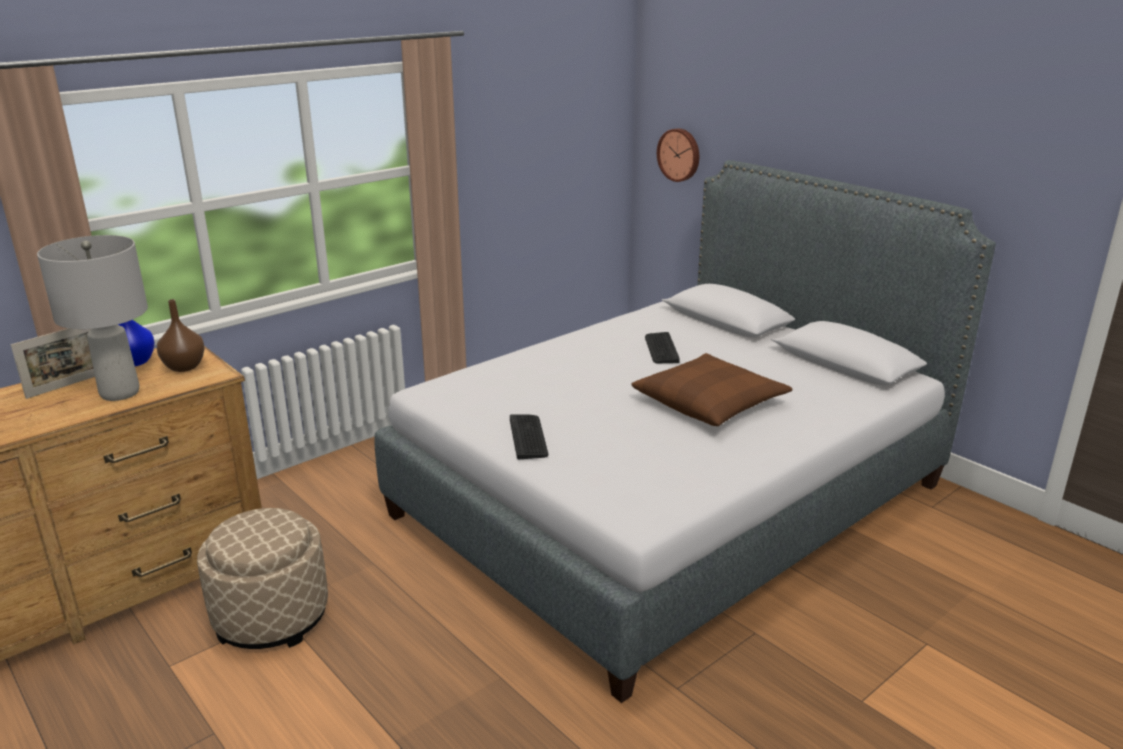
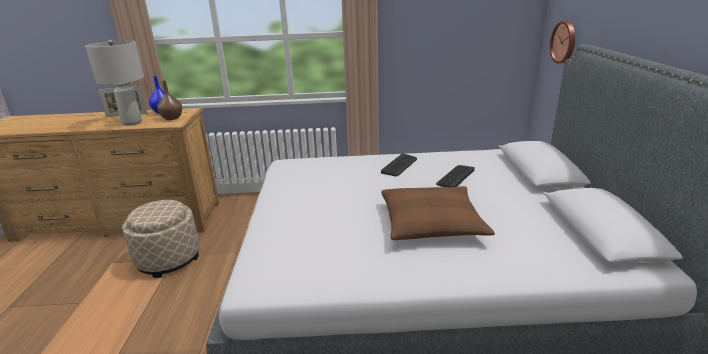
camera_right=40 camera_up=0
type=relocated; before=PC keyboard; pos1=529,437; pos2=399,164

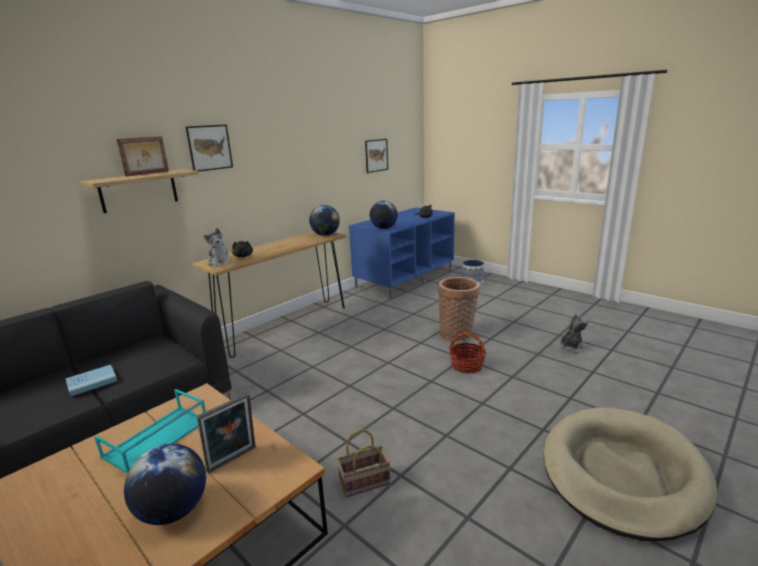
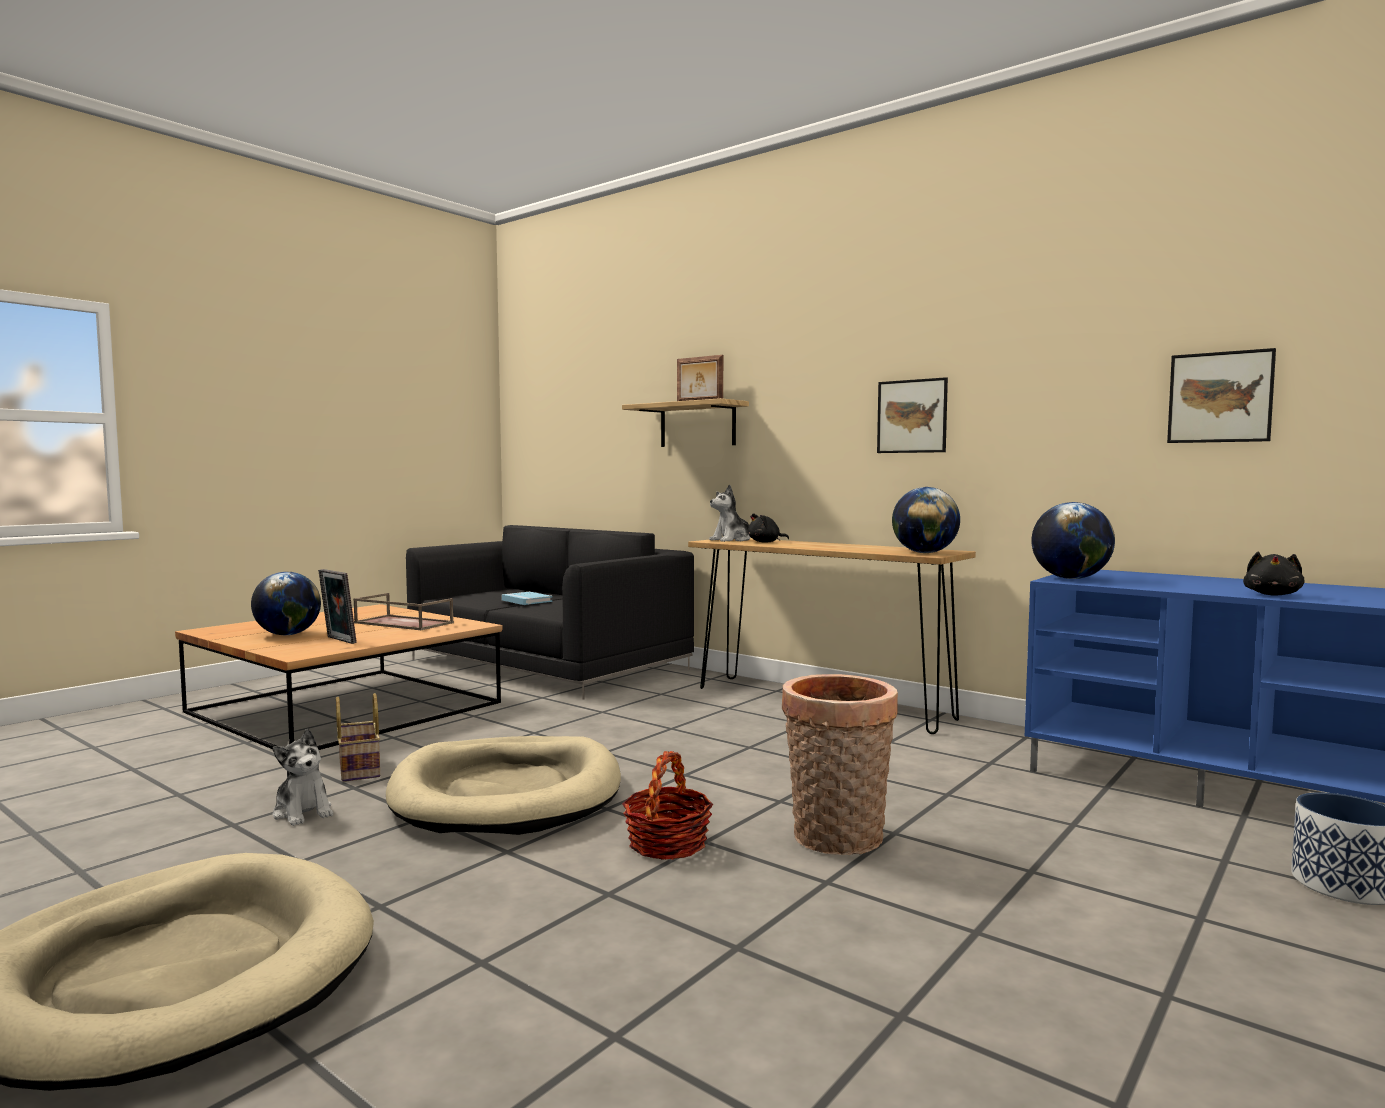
camera_right=85 camera_up=-15
type=relocated; before=wall art; pos1=209,148; pos2=912,415
type=relocated; before=soft toy; pos1=573,333; pos2=303,777
type=colour; before=turquoise serving tray; after=brownish serving tray; pos1=150,431; pos2=403,611
type=appeared; after=beige-coloured dog bed; pos2=503,785

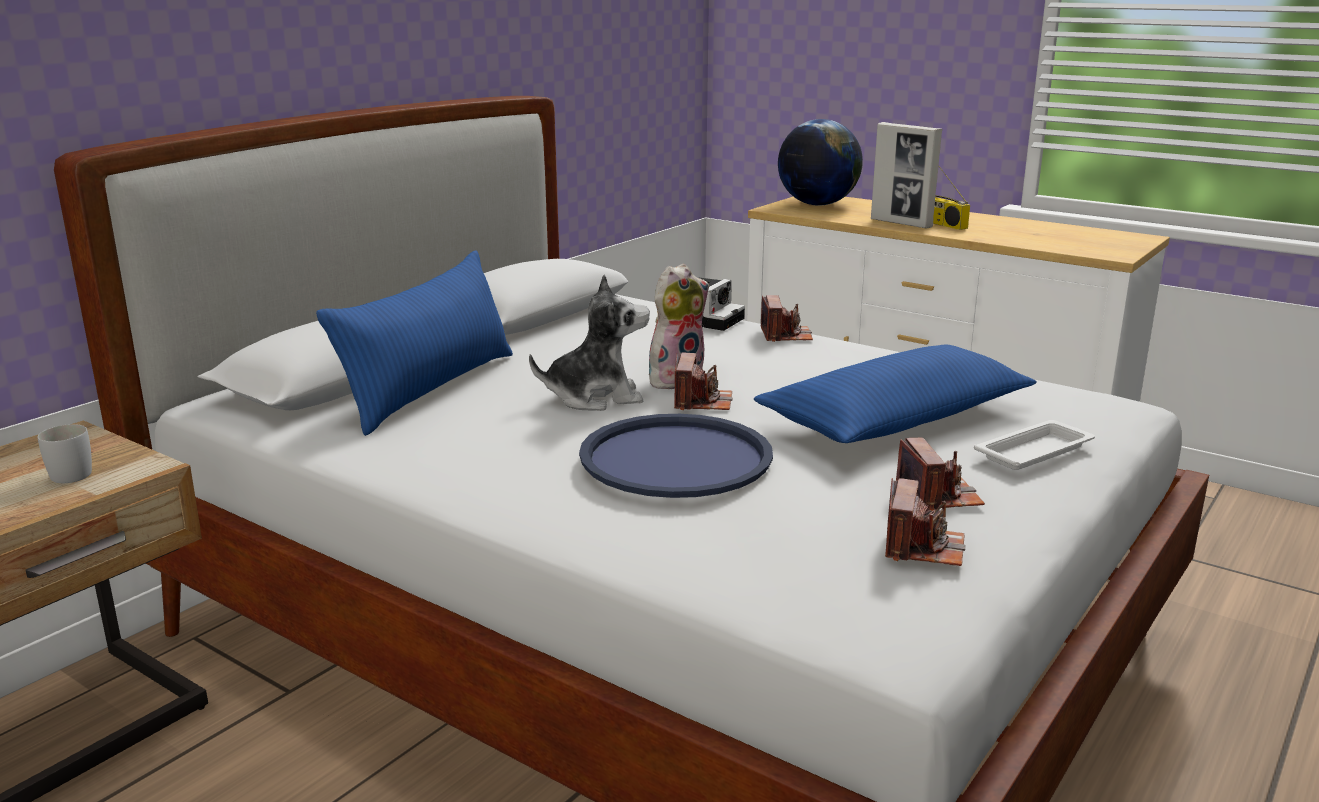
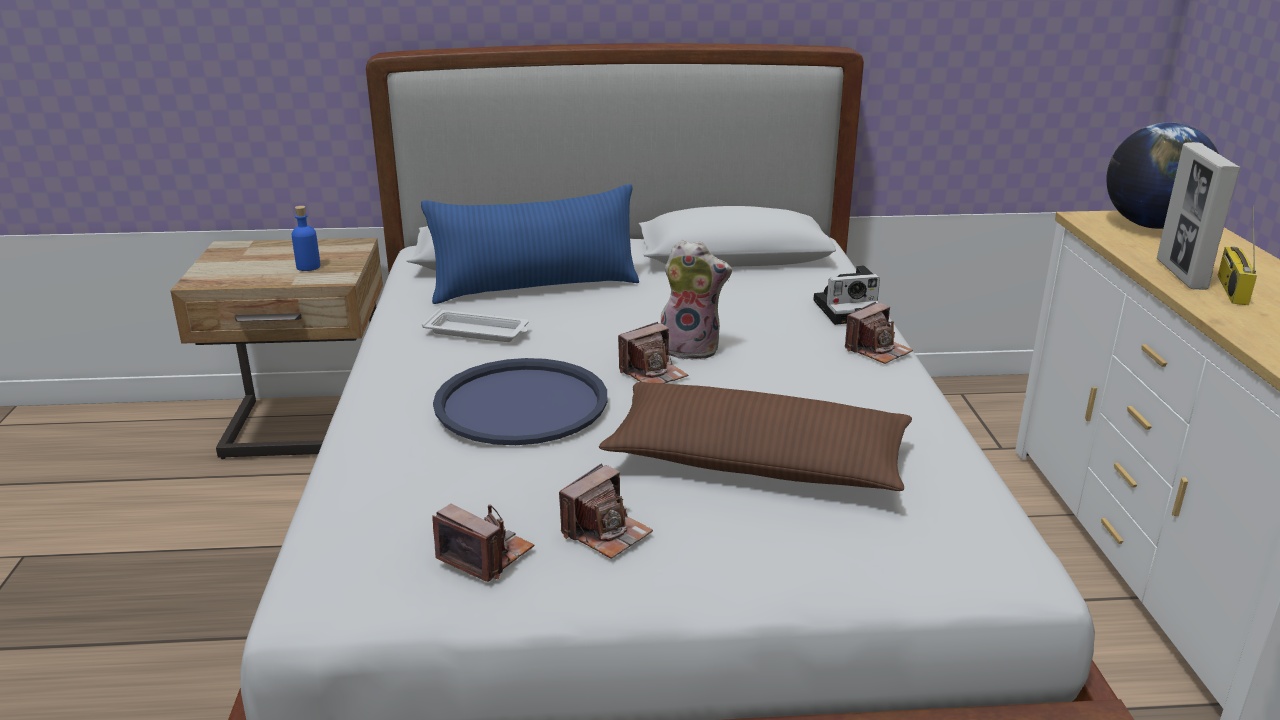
camera_right=50 camera_up=5
type=missing; before=soft toy; pos1=589,342
type=colour; before=bluish cushion; after=brownish cushion; pos1=895,394; pos2=755,436
type=relocated; before=whitish serving tray; pos1=1034,445; pos2=475,325
type=exchanged; before=whitish mug; after=bluish bottle; pos1=65,453; pos2=306,238
type=spun; before=still camera; pos1=925,522; pos2=483,543; turn=-120

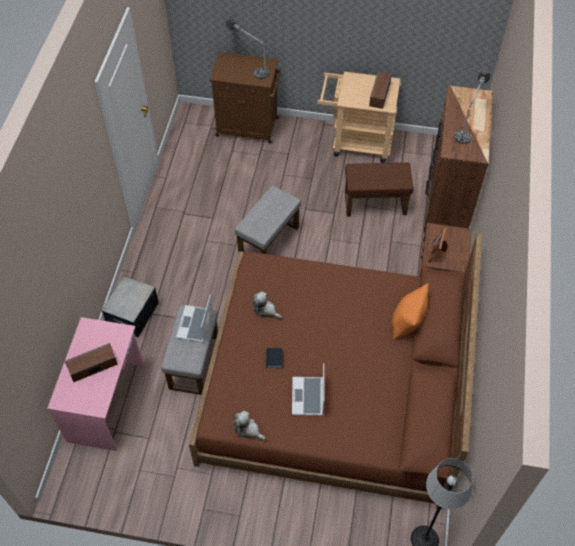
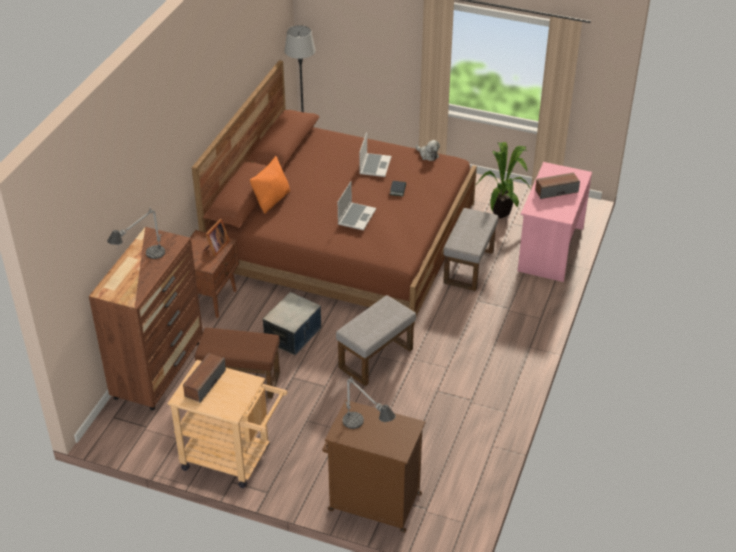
camera_right=-170 camera_up=-15
type=relocated; before=storage box; pos1=130,306; pos2=291,323
type=missing; before=soft toy; pos1=267,305
type=relocated; before=portable computer; pos1=194,318; pos2=357,205
type=appeared; after=potted plant; pos2=503,180

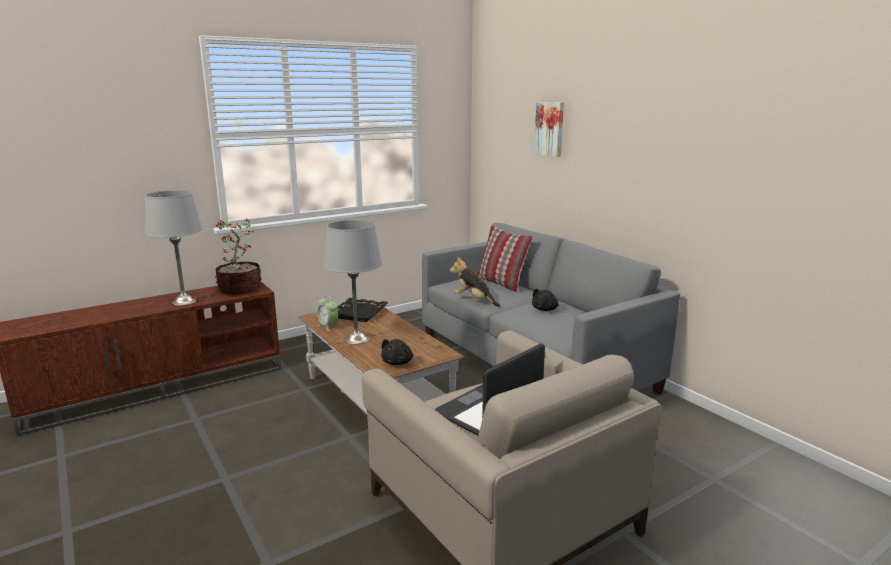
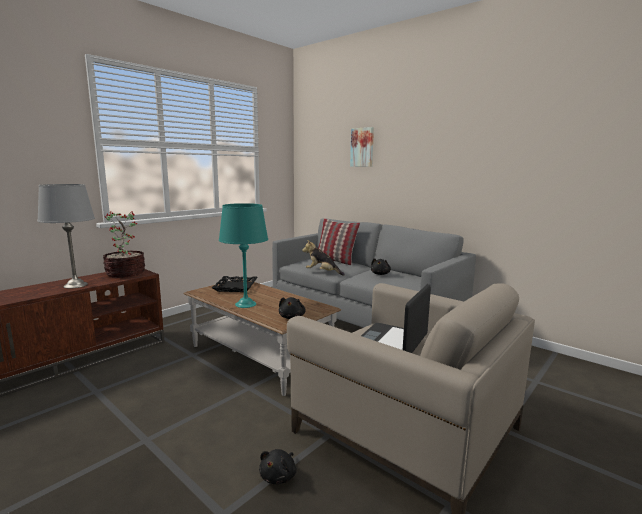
camera_right=-15 camera_up=-5
type=colour; before=greyish tabletop lamp; after=turquoise tabletop lamp; pos1=352,282; pos2=243,255
type=missing; before=table clock; pos1=327,313
type=appeared; after=black soft toy; pos2=278,466

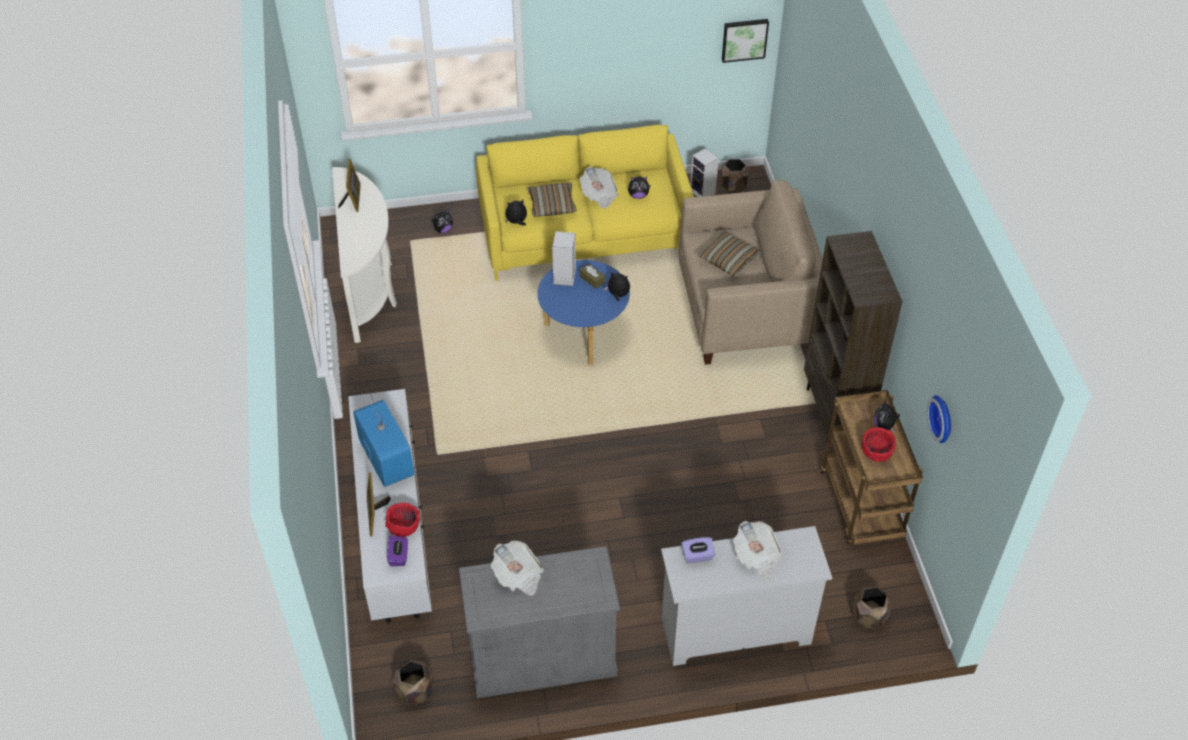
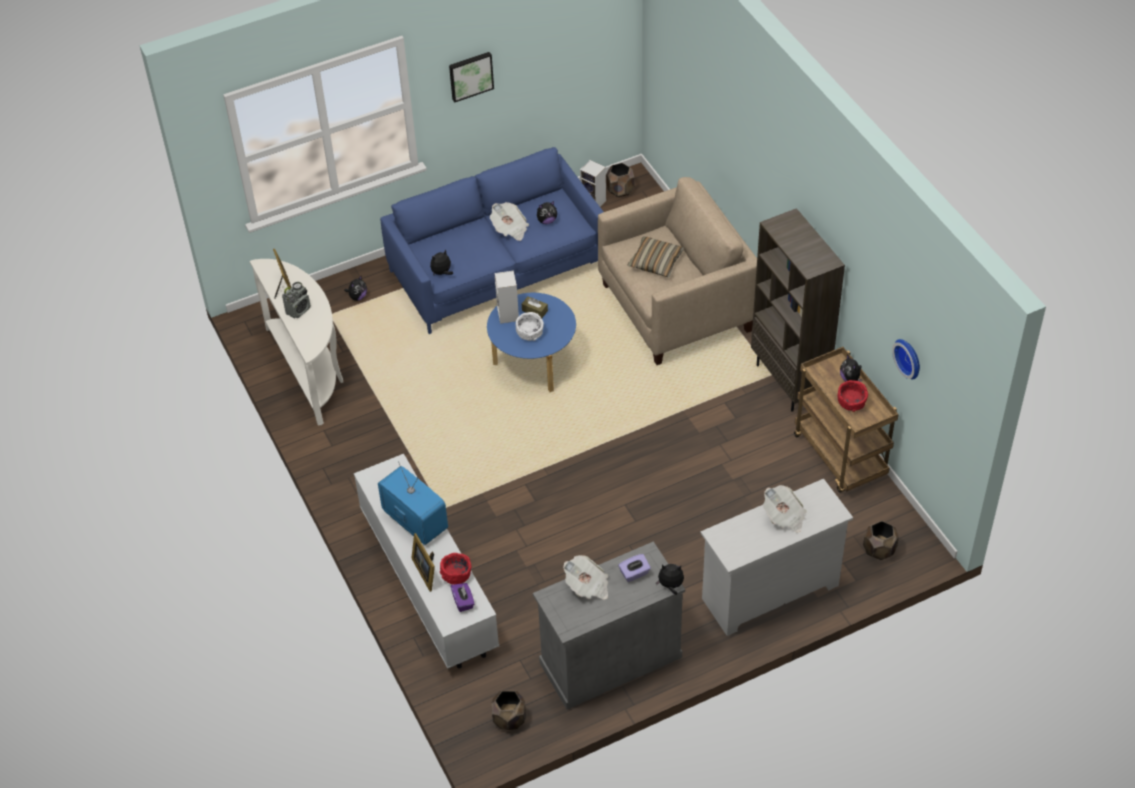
camera_right=-15 camera_up=0
type=relocated; before=wall art; pos1=745,41; pos2=471,77
type=colour; before=yellowish couch; after=bluish couch; pos1=585,203; pos2=492,240
type=missing; before=cushion; pos1=552,200
type=relocated; before=soft toy; pos1=617,286; pos2=670,579
type=relocated; before=purple box of tissues; pos1=698,550; pos2=634,568
type=appeared; after=radio set; pos2=296,300
type=appeared; after=whitish serving bowl; pos2=530,326

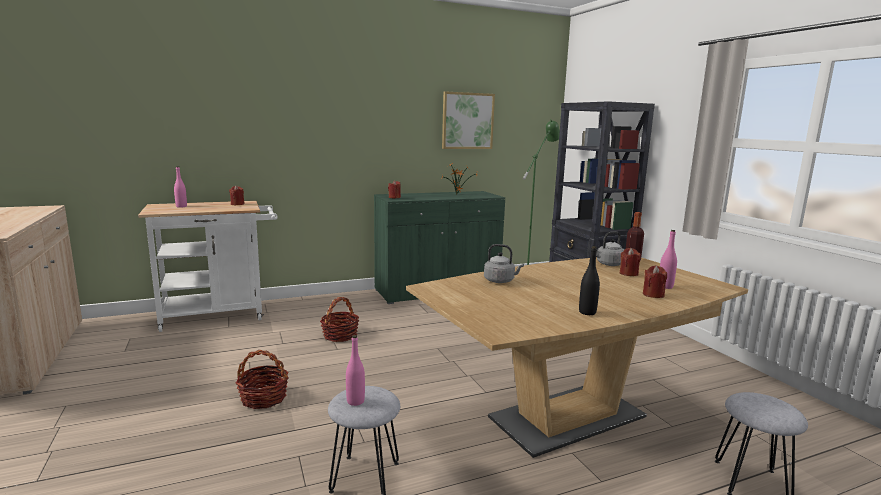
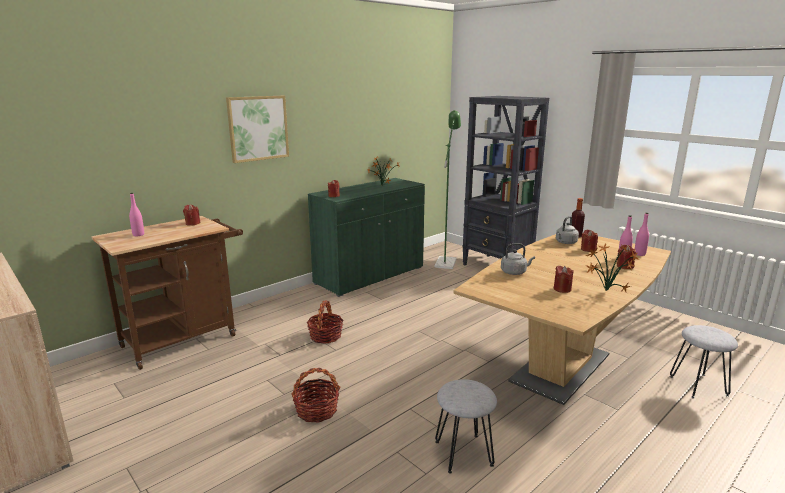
camera_right=-20 camera_up=5
type=relocated; before=wall art; pos1=468,120; pos2=257,129
type=colour; before=whitish cart; after=brownish cart; pos1=207,266; pos2=167,293
type=exchanged; before=black bottle; after=potted plant; pos1=589,280; pos2=612,267
type=relocated; before=pink-coloured bottle; pos1=355,370; pos2=642,234
type=appeared; after=red-coloured wax light; pos2=564,279

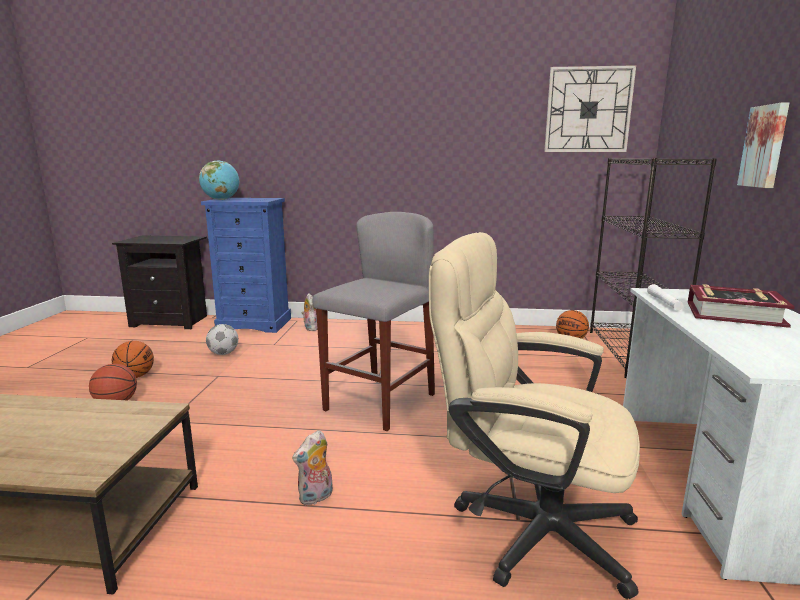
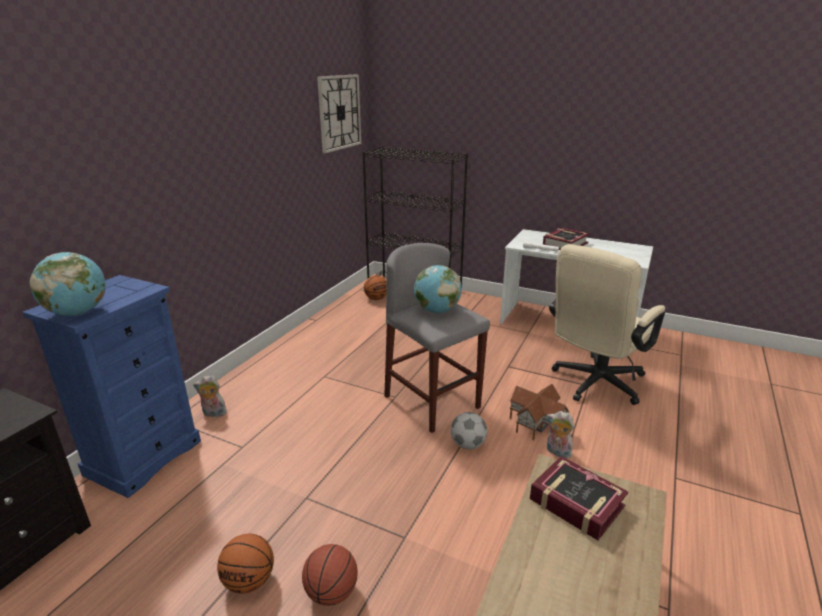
camera_right=-70 camera_up=10
type=missing; before=wall art; pos1=763,145
type=relocated; before=football; pos1=222,339; pos2=469,430
type=spun; before=soft toy; pos1=312,467; pos2=560,435; turn=150
type=appeared; after=world globe; pos2=438,289
type=appeared; after=miniature house; pos2=539,412
type=appeared; after=book; pos2=579,498

